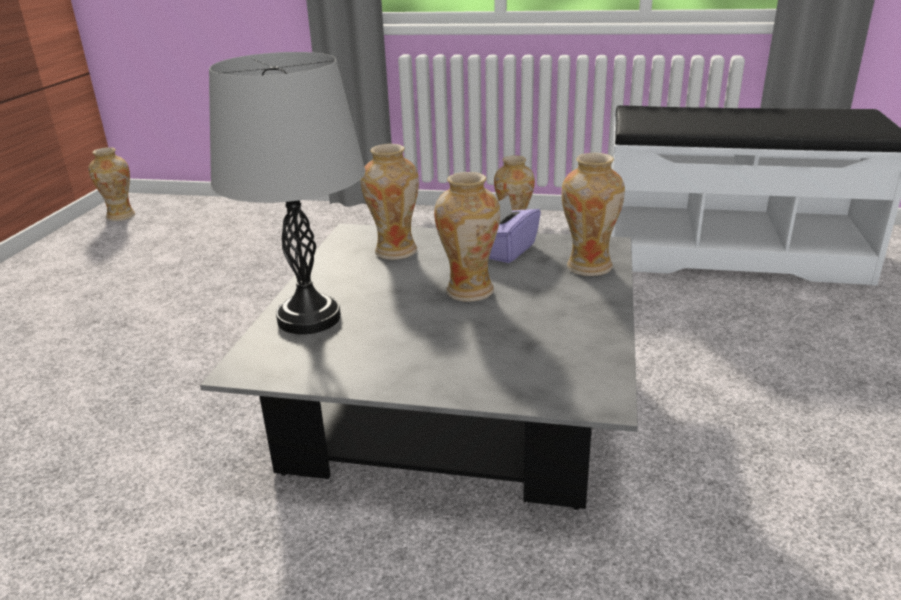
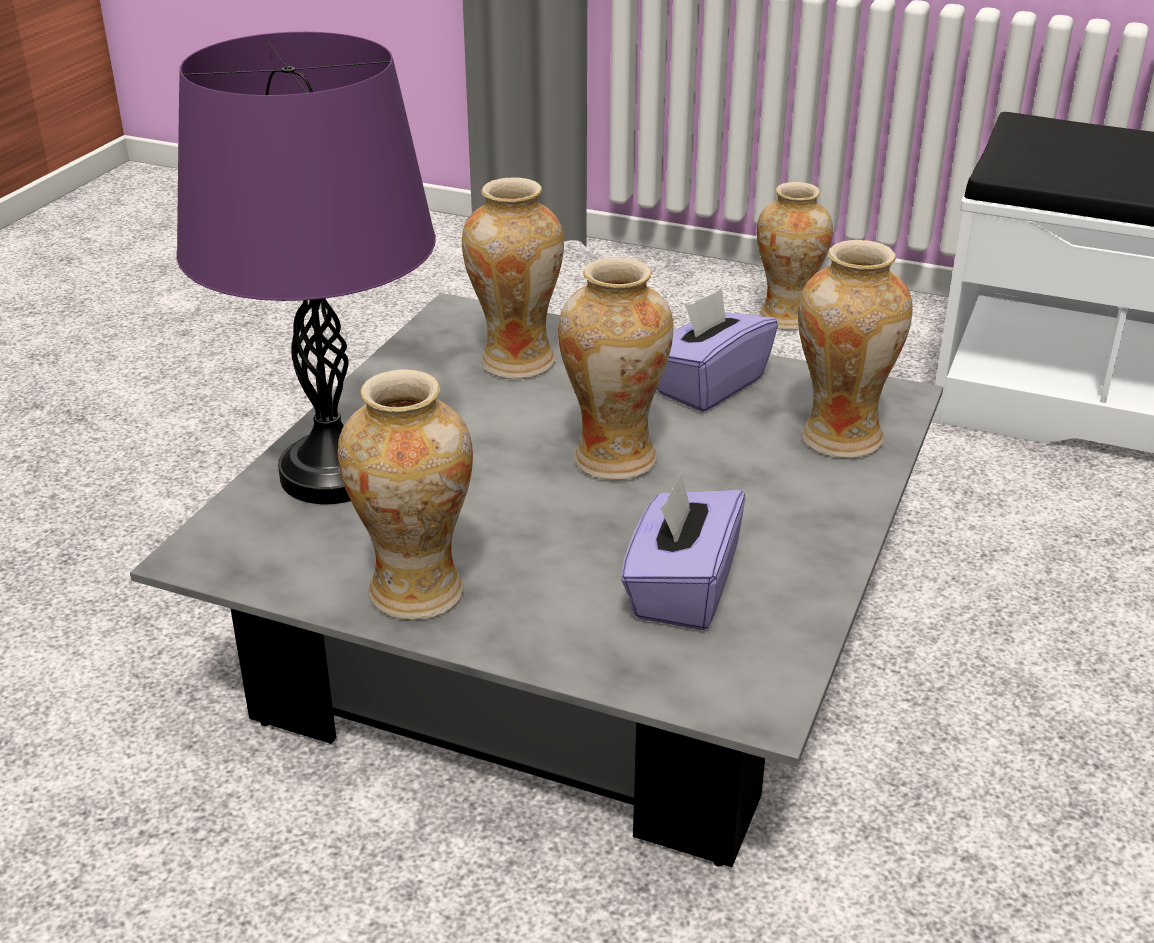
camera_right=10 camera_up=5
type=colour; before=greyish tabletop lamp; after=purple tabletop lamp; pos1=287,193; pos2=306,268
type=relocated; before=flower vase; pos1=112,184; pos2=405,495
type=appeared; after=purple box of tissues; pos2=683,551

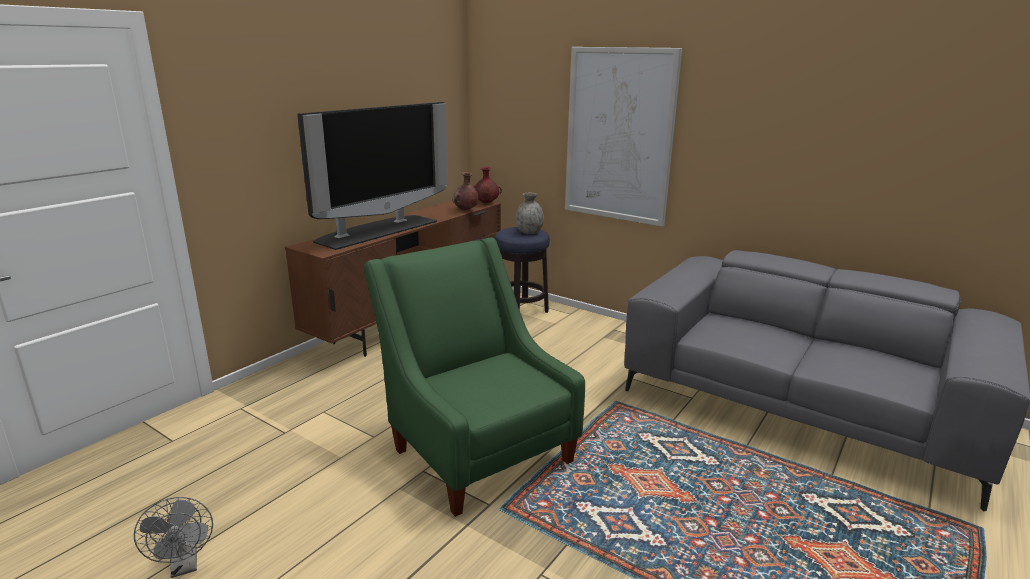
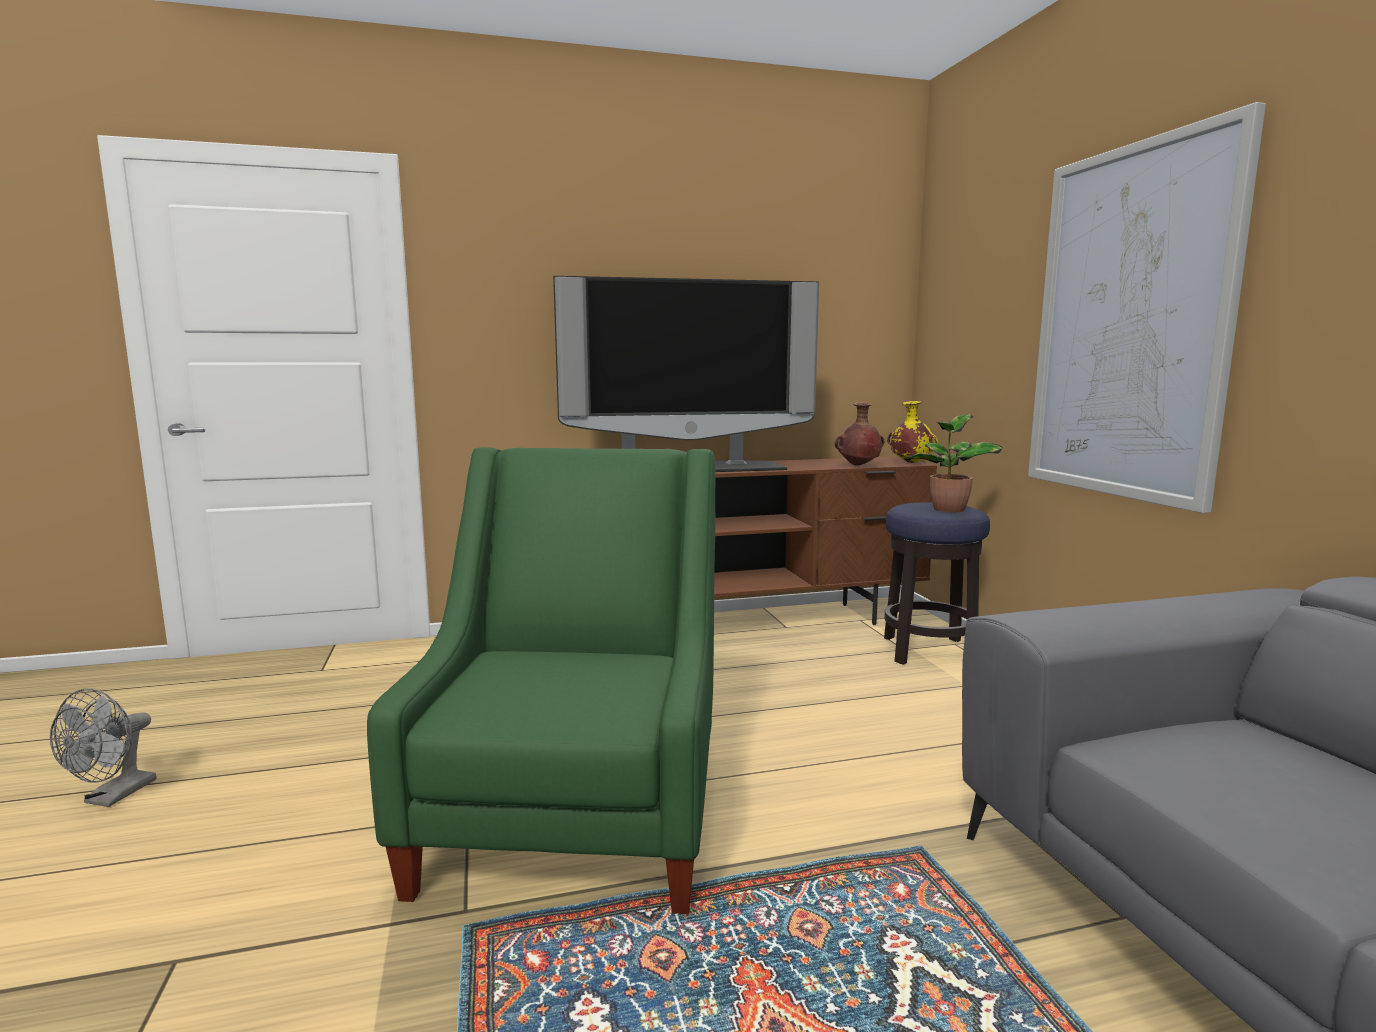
camera_right=40 camera_up=-10
type=colour; before=red-coloured flower vase; after=yellowish flower vase; pos1=487,185; pos2=912,432
type=exchanged; before=greyish flower vase; after=potted plant; pos1=530,213; pos2=953,463

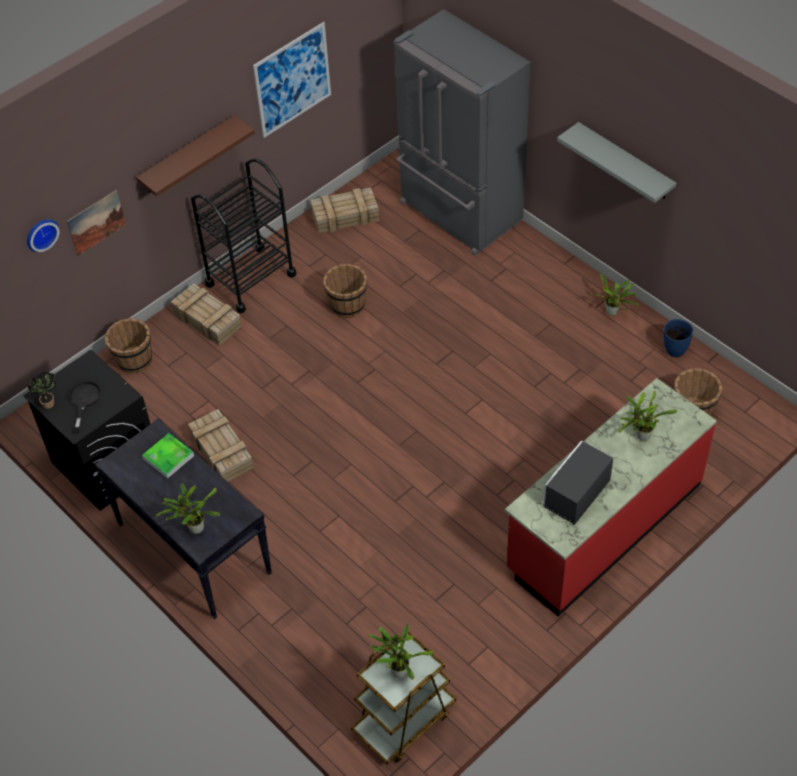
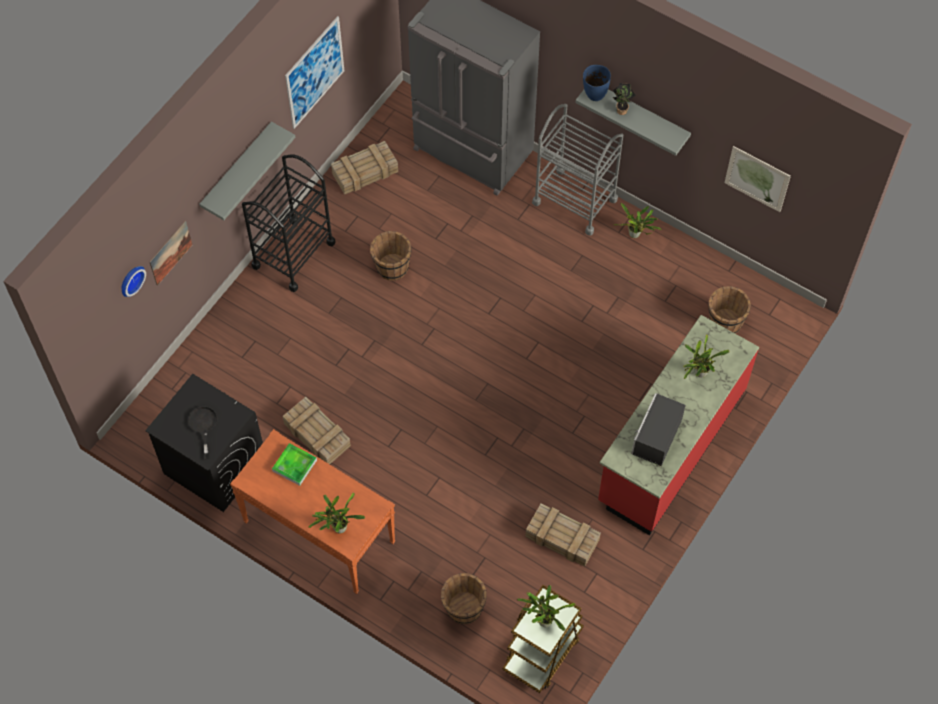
camera_right=-15 camera_up=10
type=colour; before=brownish wall shelf; after=greyish wall shelf; pos1=195,155; pos2=247,170
type=relocated; before=packing crate; pos1=206,315; pos2=563,534
type=relocated; before=brownish bucket; pos1=128,345; pos2=464,598
type=relocated; before=bluish flower vase; pos1=678,338; pos2=597,83
type=relocated; before=potted plant; pos1=42,390; pos2=624,99
type=colour; before=black console table; after=orange-coloured console table; pos1=183,518; pos2=312,511
type=appeared; after=greyish cart; pos2=577,170
type=appeared; after=wall art; pos2=758,179

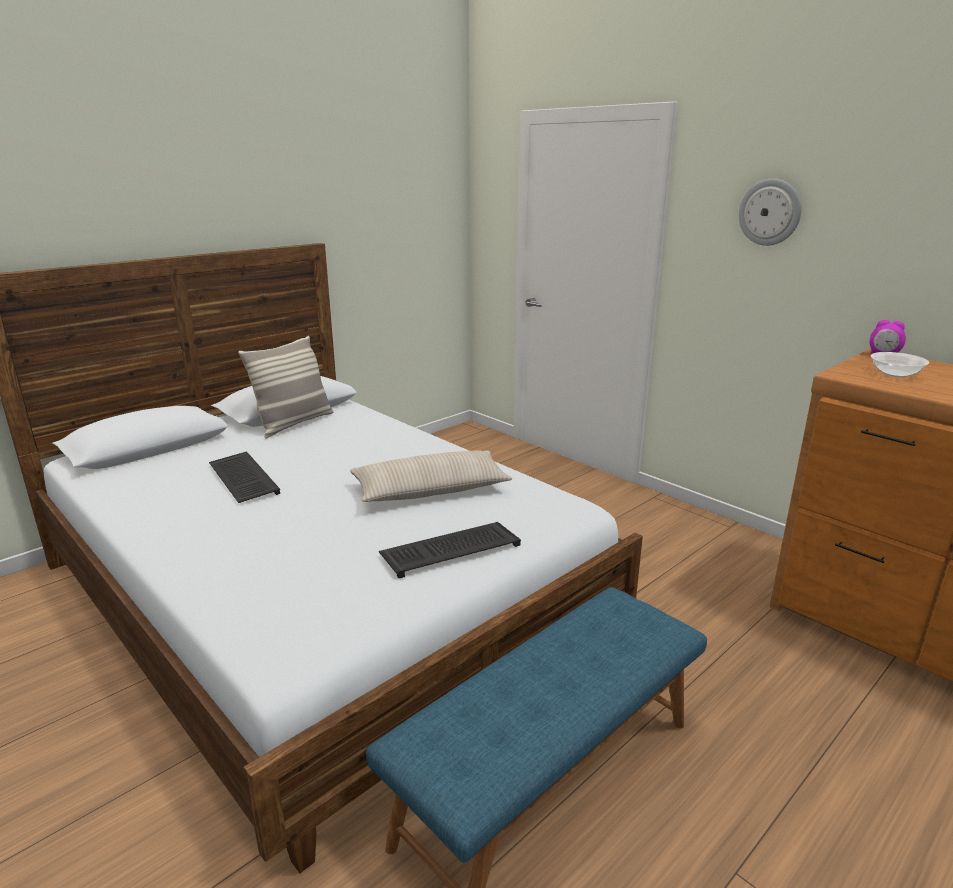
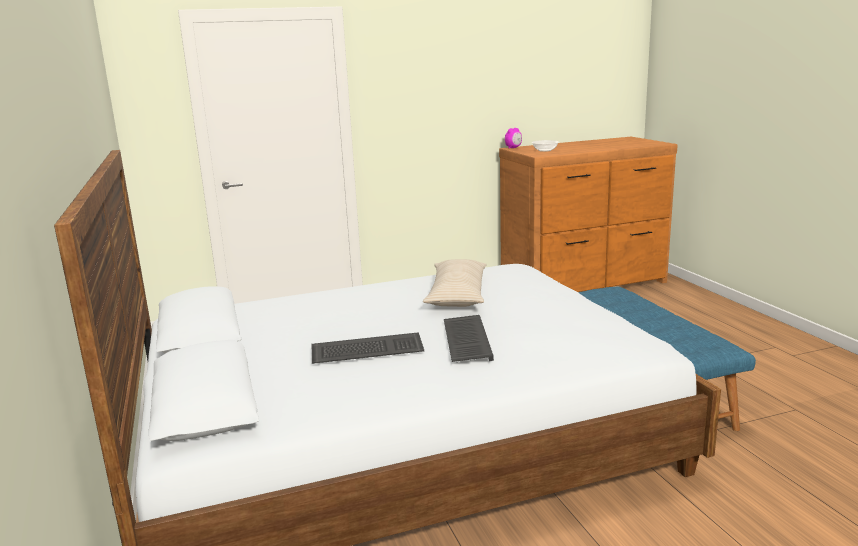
camera_right=-65 camera_up=-5
type=missing; before=hanging clock; pos1=770,212
type=missing; before=cushion; pos1=285,387
type=relocated; before=PC keyboard; pos1=450,550; pos2=469,338

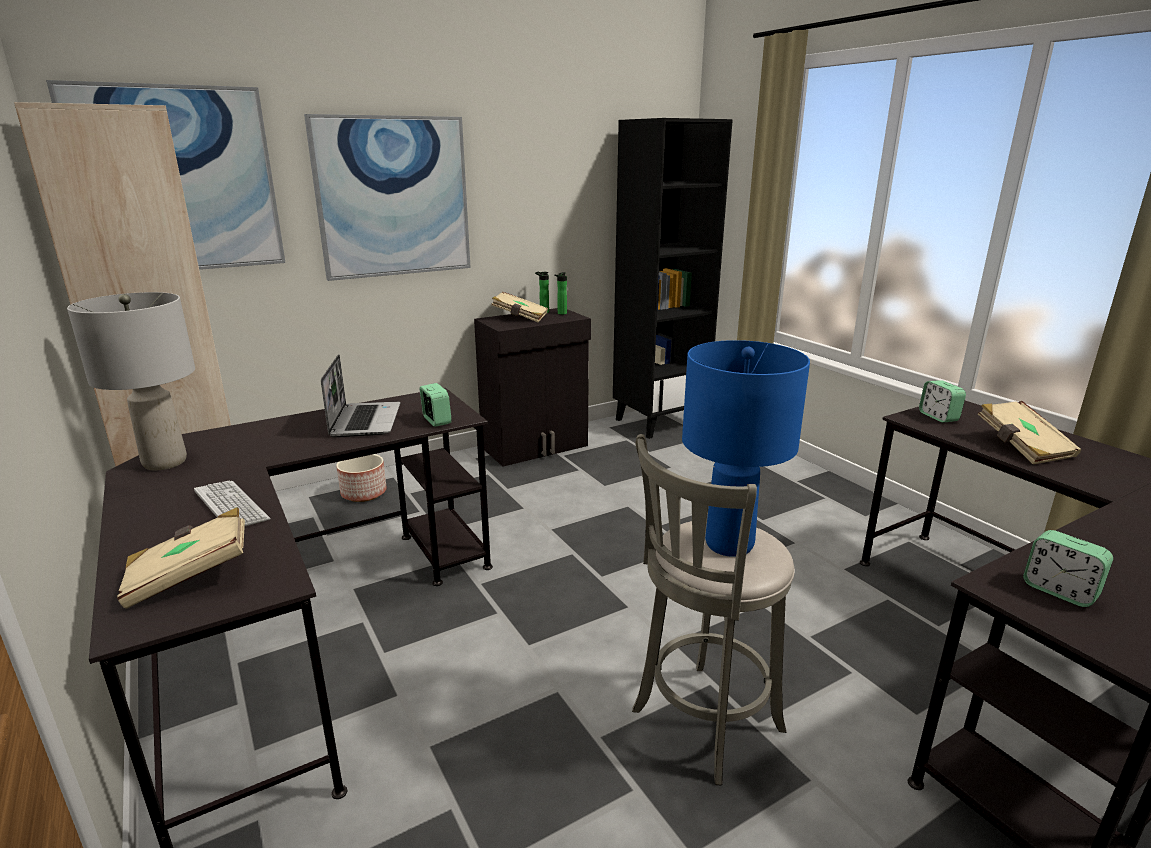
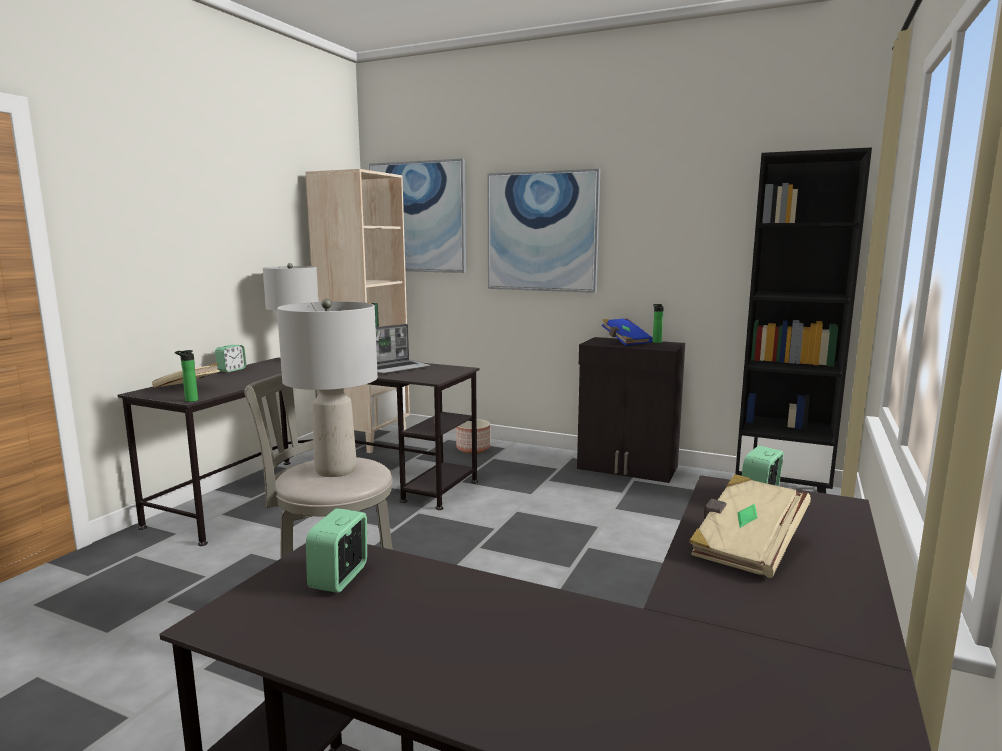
camera_right=55 camera_up=-10
type=relocated; before=bottle; pos1=560,293; pos2=186,376
type=colour; before=beige-coloured book; after=bluish book; pos1=519,307; pos2=627,332
type=colour; before=bluish tabletop lamp; after=greyish tabletop lamp; pos1=746,448; pos2=327,388
type=relocated; before=table clock; pos1=436,405; pos2=230,358
type=missing; before=PC keyboard; pos1=232,503

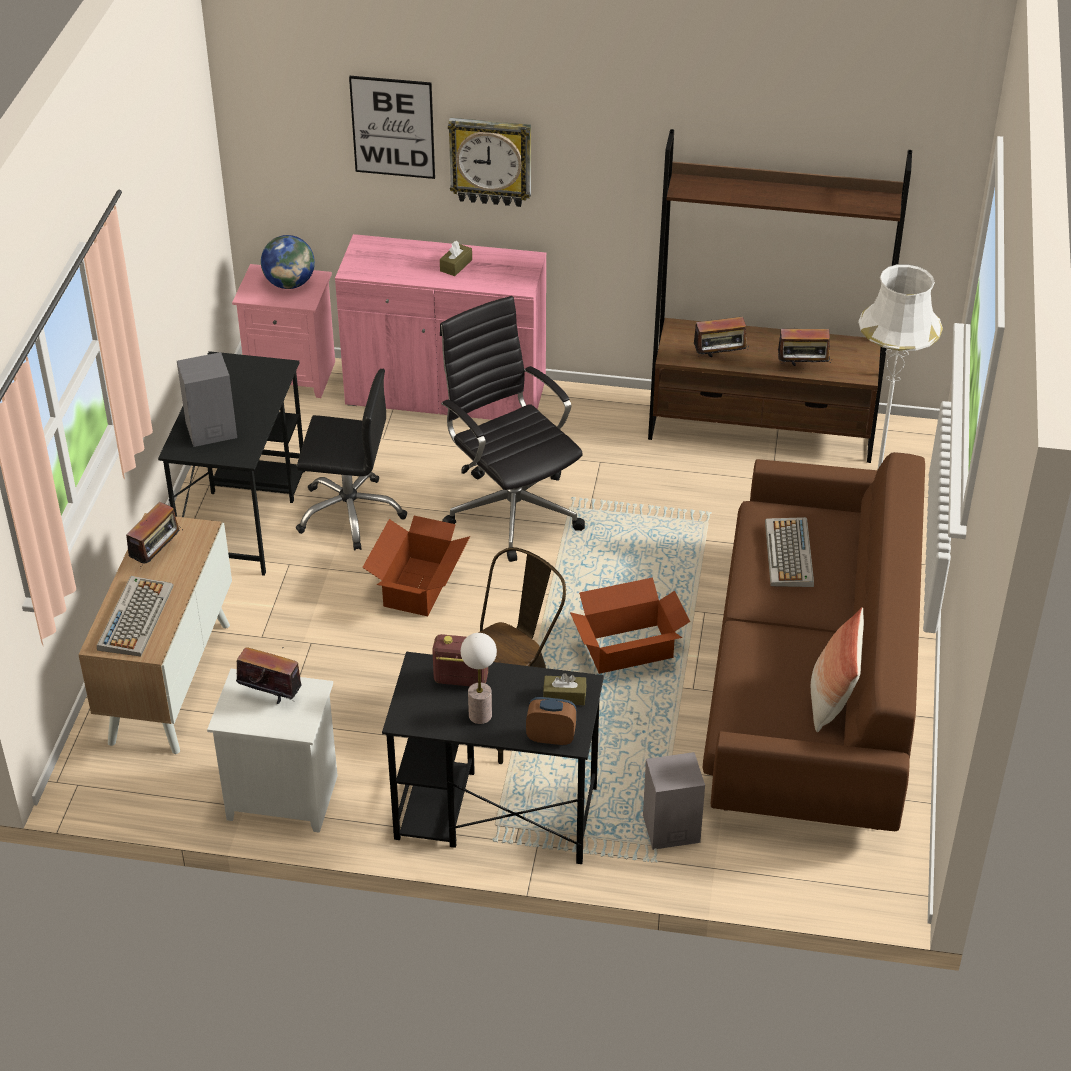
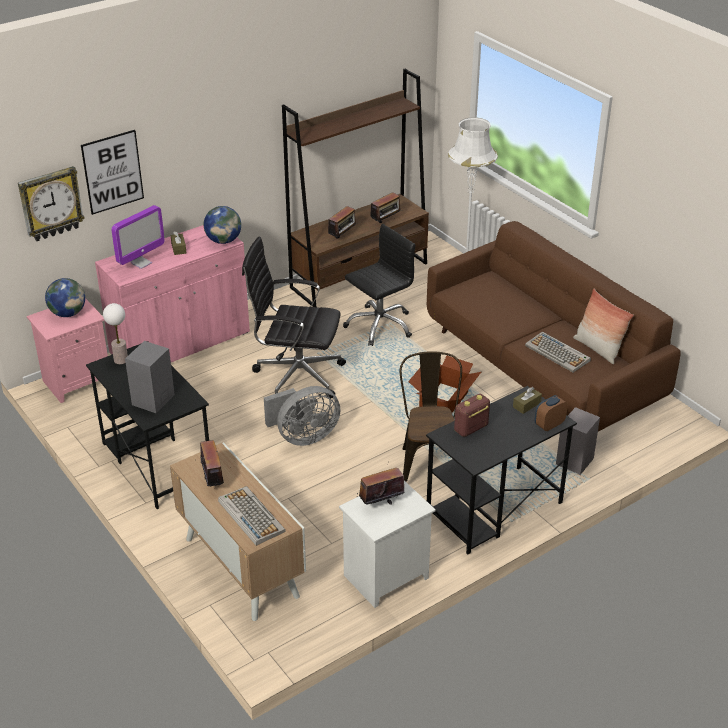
camera_right=-45 camera_up=-5
type=relocated; before=hanging clock; pos1=489,162; pos2=51,203
type=relocated; before=black office chair; pos1=351,460; pos2=379,285
type=exchanged; before=packing box; after=greyish electric fan; pos1=416,566; pos2=302,416
type=relocated; before=PC keyboard; pos1=789,552; pos2=558,352
type=relocated; before=tabletop lamp; pos1=479,678; pos2=115,333
type=appeared; after=computer screen; pos2=138,237
type=appeared; after=world globe; pos2=222,225

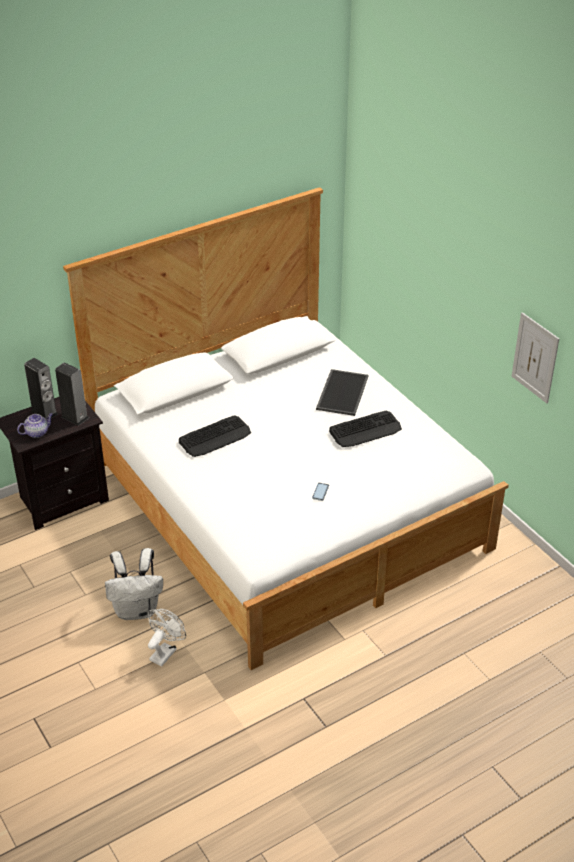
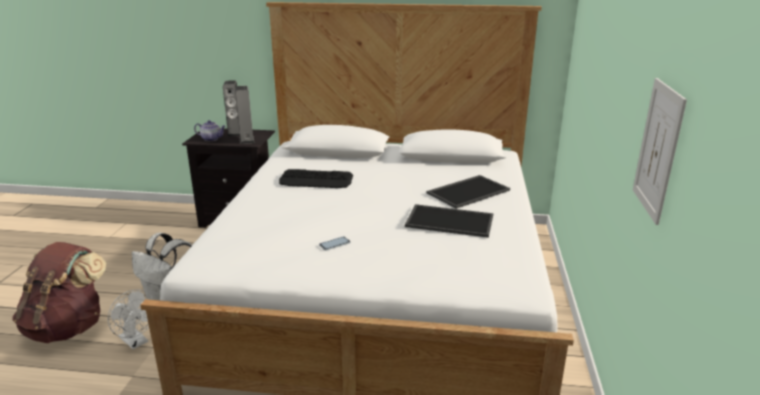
camera_right=40 camera_up=-15
type=exchanged; before=PC keyboard; after=serving tray; pos1=365,428; pos2=449,221
type=spun; before=whitish electric fan; pos1=167,637; pos2=131,319; turn=60
type=appeared; after=brownish backpack; pos2=59,292

